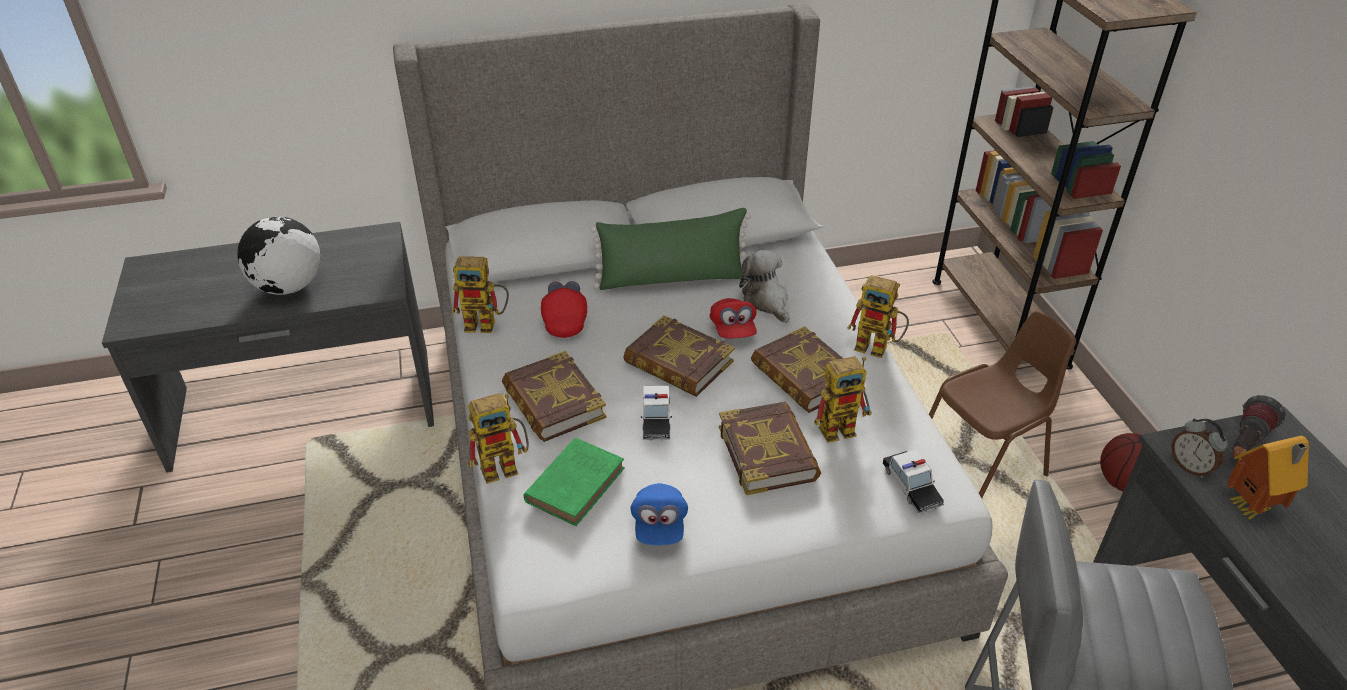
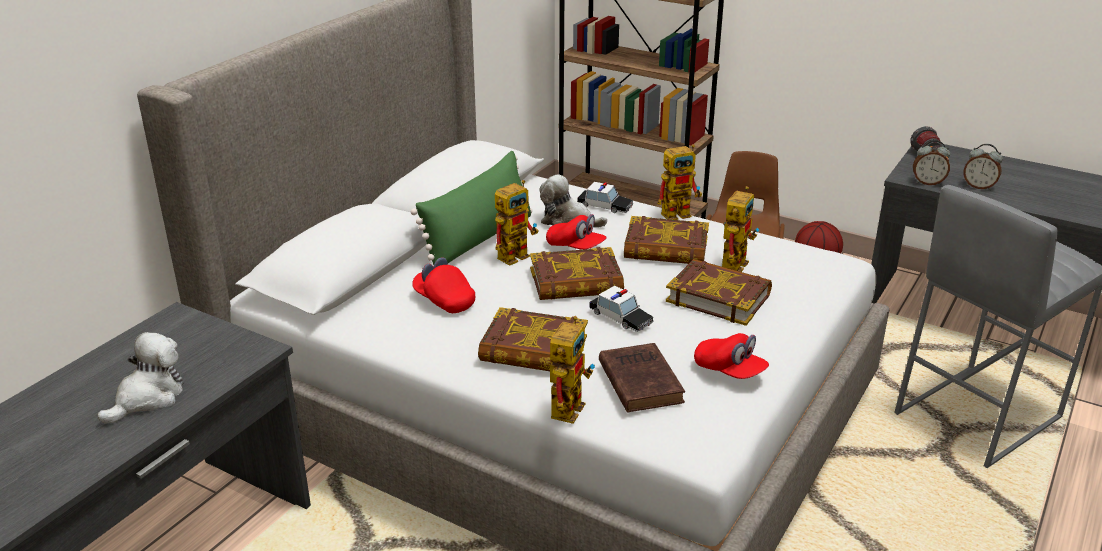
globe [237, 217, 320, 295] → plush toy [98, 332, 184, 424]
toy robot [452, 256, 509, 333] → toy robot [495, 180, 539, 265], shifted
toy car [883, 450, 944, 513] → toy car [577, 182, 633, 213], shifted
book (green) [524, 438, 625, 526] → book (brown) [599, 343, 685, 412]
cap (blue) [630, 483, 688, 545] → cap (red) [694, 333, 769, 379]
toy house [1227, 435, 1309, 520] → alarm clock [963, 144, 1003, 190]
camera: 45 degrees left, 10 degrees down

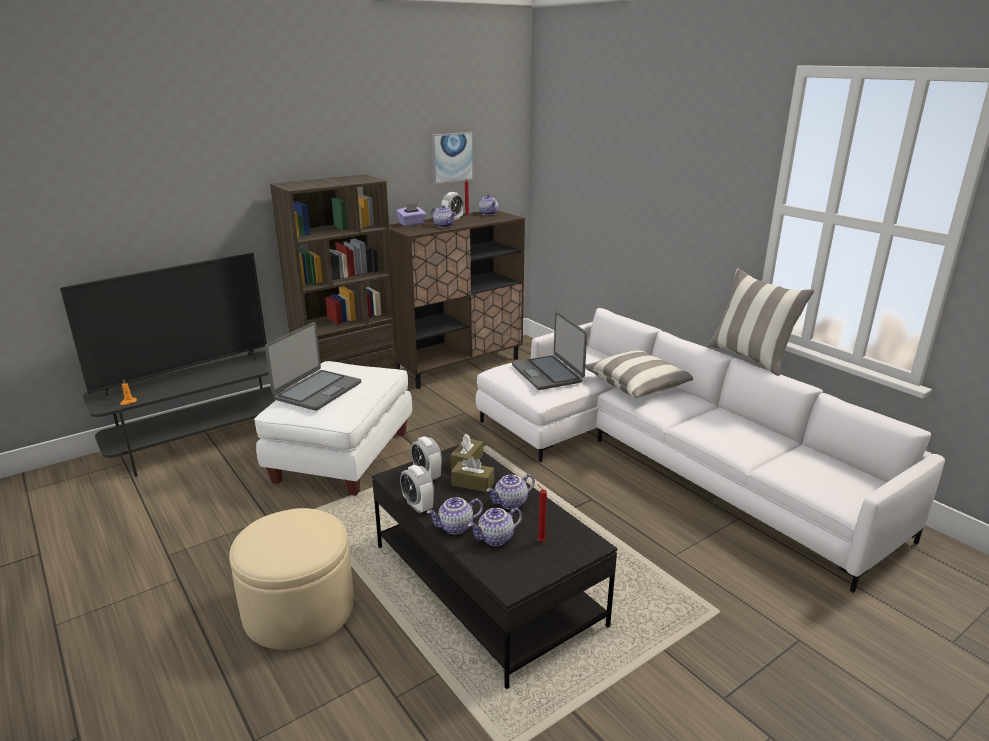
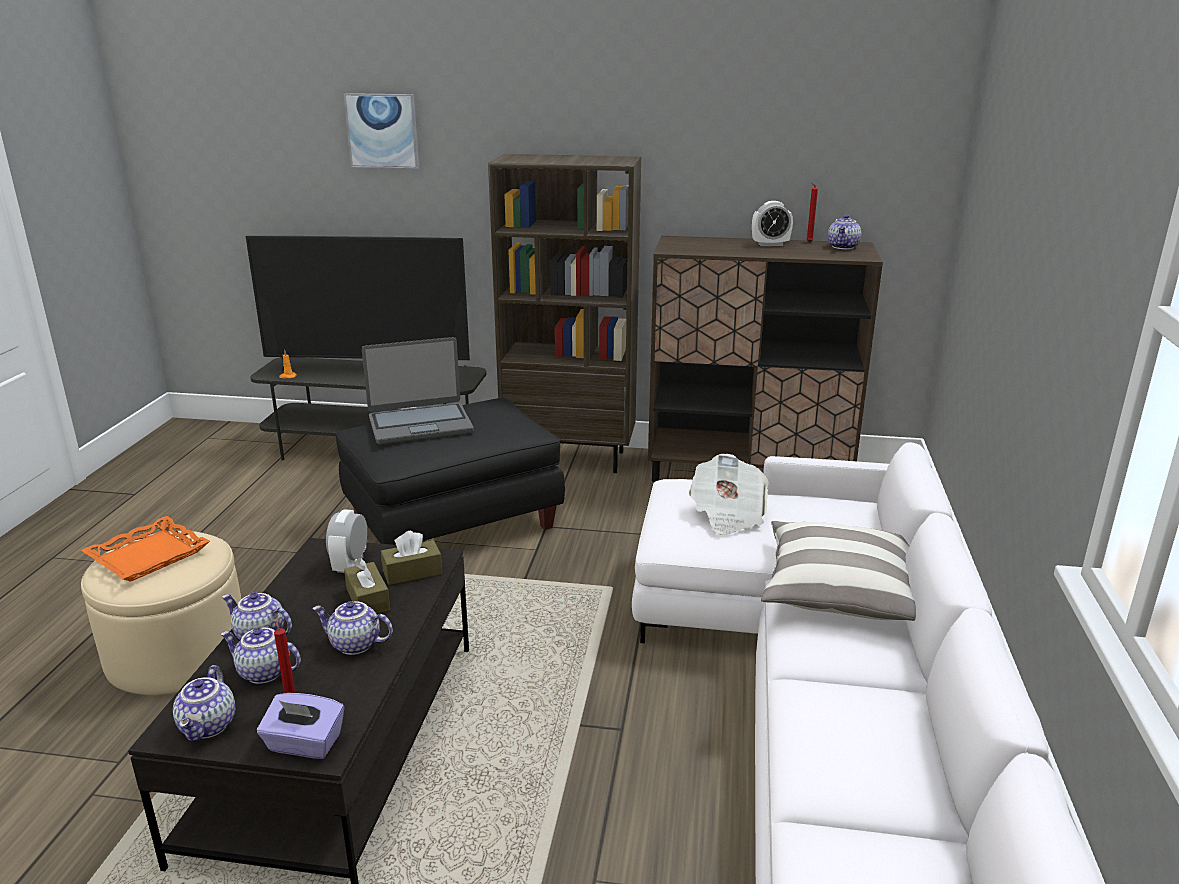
- → tray (orange) [81, 516, 210, 582]
teapot [432, 205, 456, 228] → teapot [173, 665, 235, 741], shifted
tissue box (purple) [396, 204, 426, 226] → tissue box (purple) [257, 693, 344, 759], shifted
ottoman (white) [254, 361, 412, 496] → ottoman (black) [336, 398, 565, 545]
picture [431, 132, 474, 184] → picture [344, 93, 419, 169], shifted
laptop [512, 311, 587, 390] → newspaper [689, 454, 769, 535]
alarm clock [400, 465, 434, 514] → -
pillow [707, 268, 814, 376] → -
camera: 45 degrees right, 0 degrees up

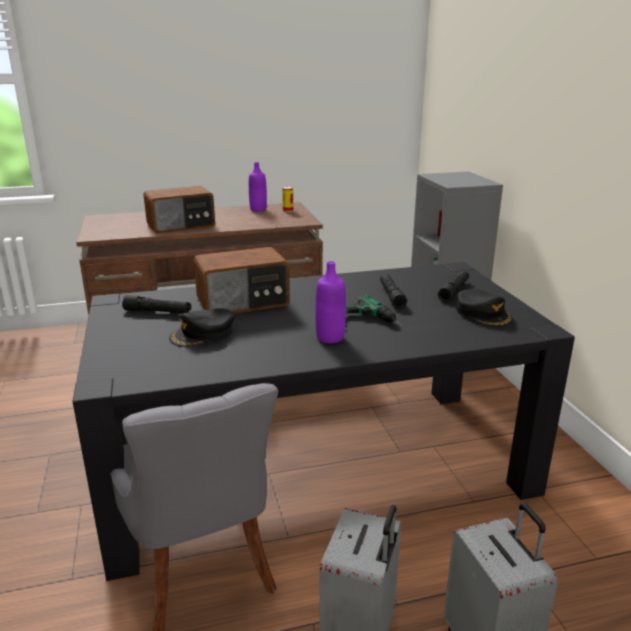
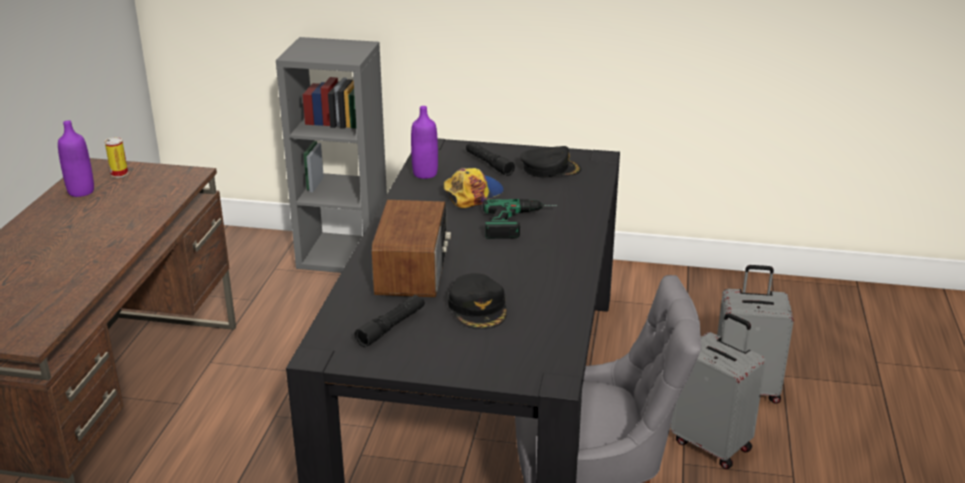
bottle (purple) [315, 261, 346, 343] → bottle (purple) [411, 106, 438, 179], shifted
flashlight (black) [380, 274, 407, 309] → cap [444, 168, 504, 208]
radio [143, 186, 215, 233] → -
camera: 65 degrees left, 5 degrees up

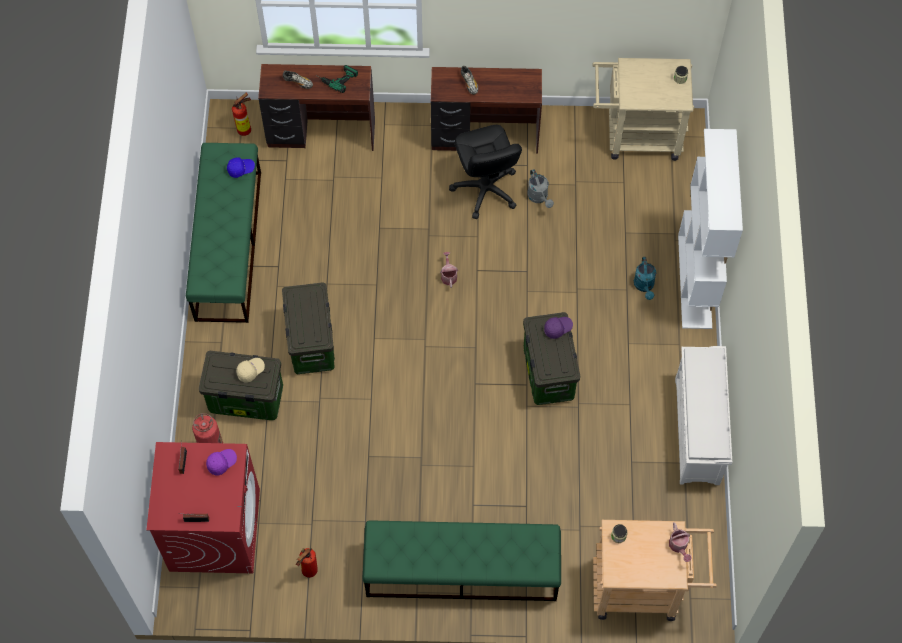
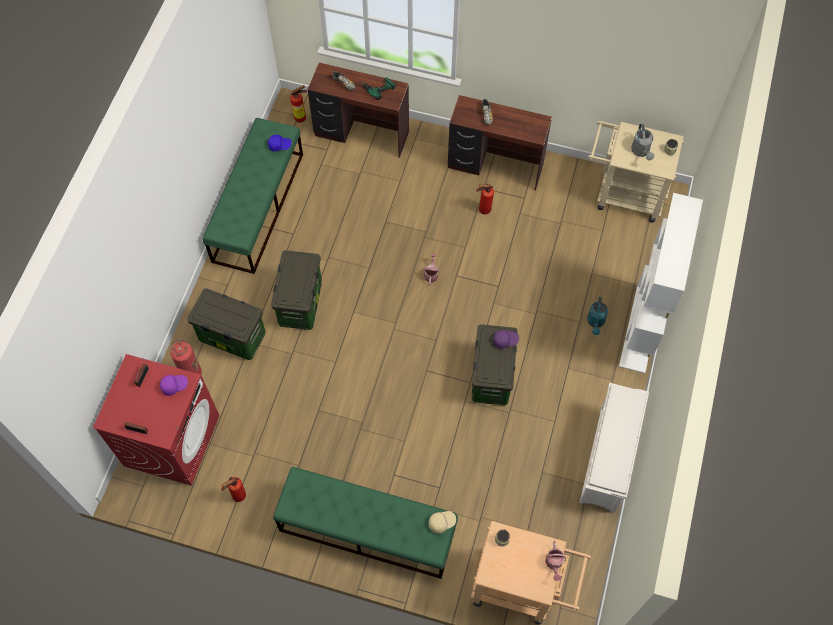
cap (beige) [236, 358, 265, 383] → cap (beige) [429, 511, 456, 534], shifted
office chair (black) [449, 125, 522, 219] → fire extinguisher [476, 183, 494, 214]
watering can (grey) [528, 169, 554, 208] → watering can (grey) [631, 124, 654, 160], shifted
camera: 15 degrees right, 0 degrees up

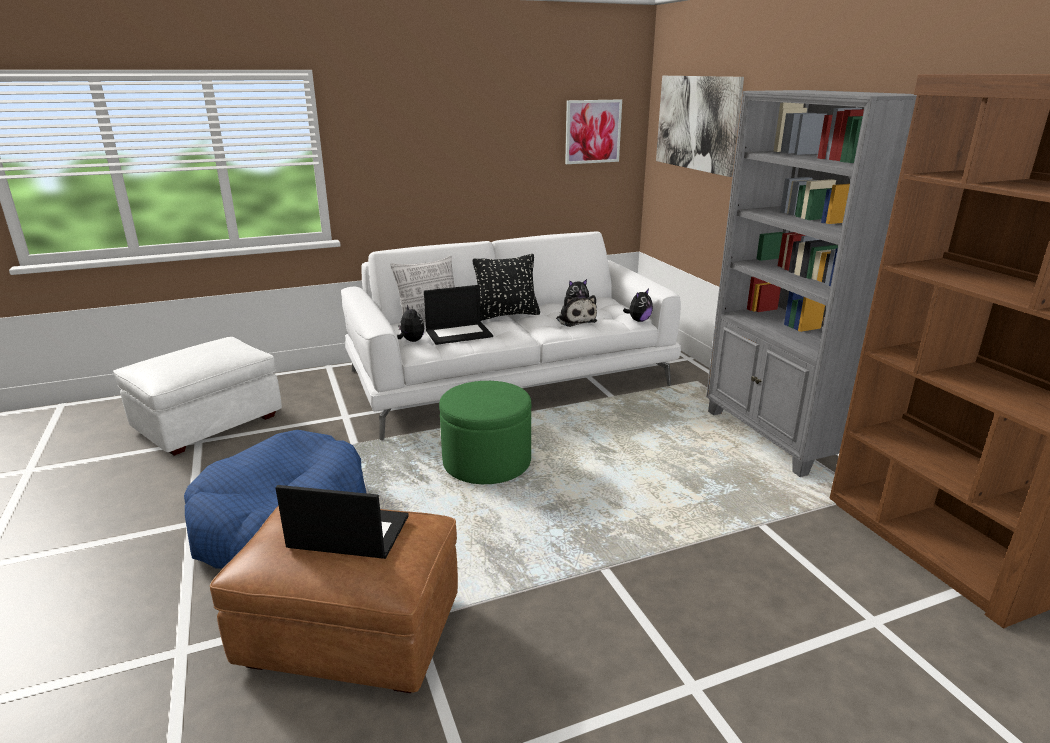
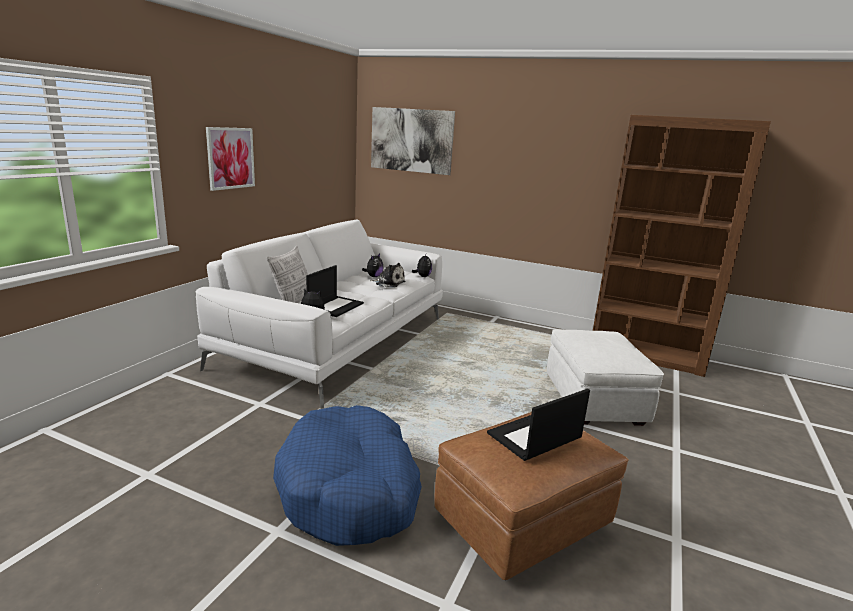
picture [565, 99, 622, 164] → picture [206, 127, 255, 191], shifted
ottoman (white) [113, 337, 282, 456] → ottoman (white) [547, 329, 664, 426], shifted
ottoman (green) [439, 381, 531, 484] → -
pillow (black) [473, 254, 540, 321] → -
bookcase (grey) [706, 90, 917, 477] → -
camera: 45 degrees left, 5 degrees down

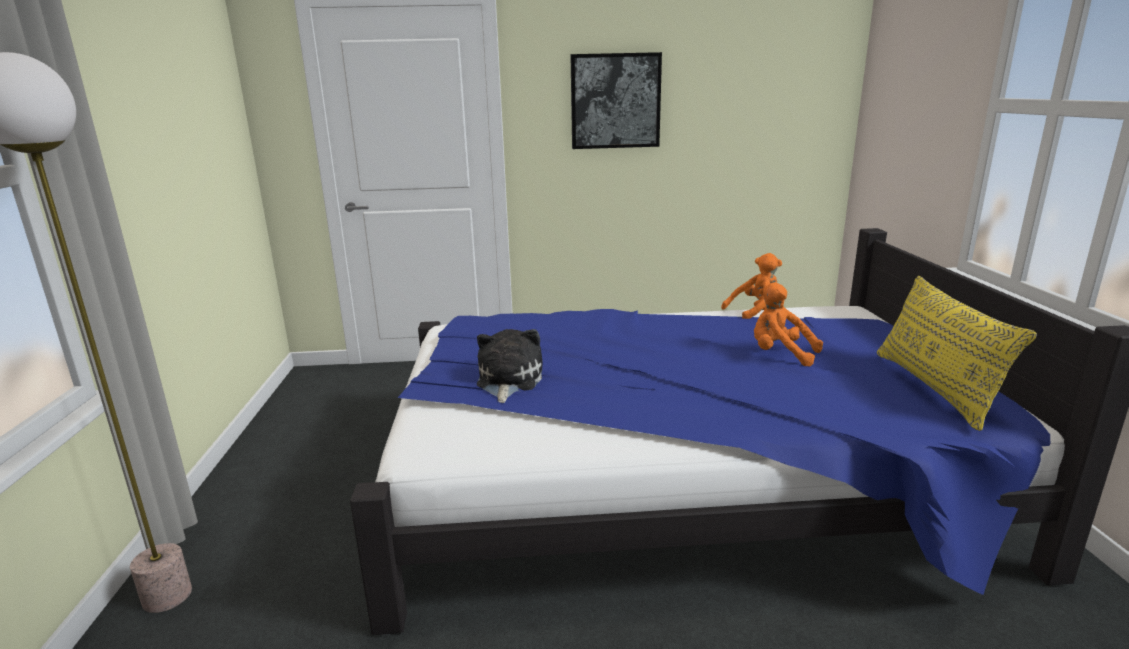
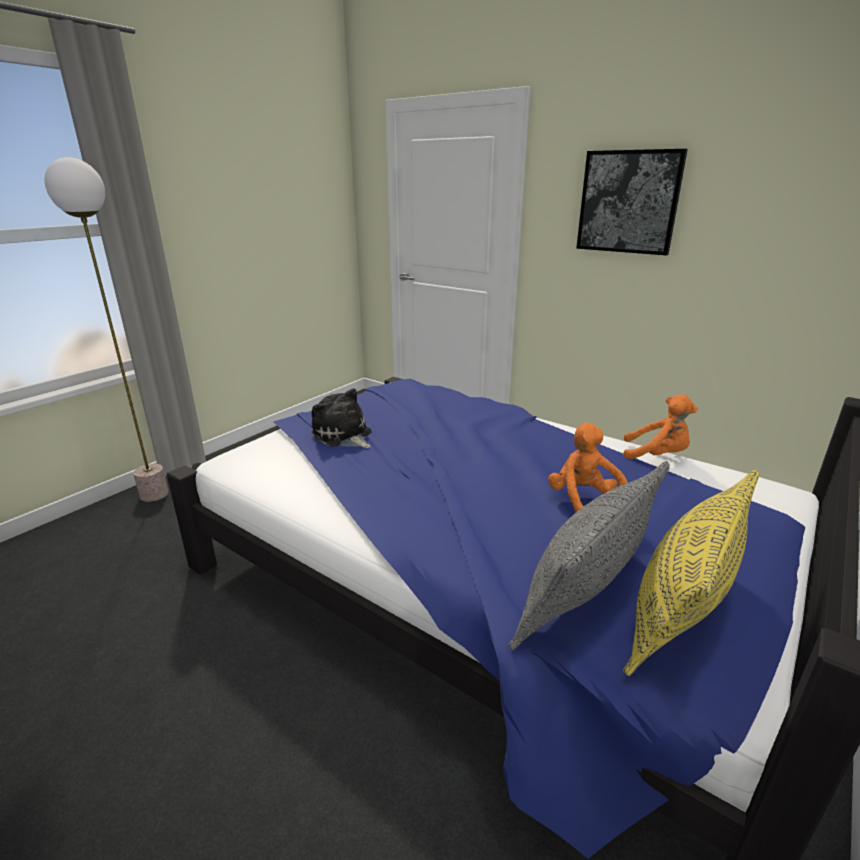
plush toy [477, 329, 543, 403] → plush toy [312, 388, 372, 448], 90 degrees counterclockwise
- → pillow (grey) [508, 461, 670, 650]
camera: 40 degrees right, 5 degrees up

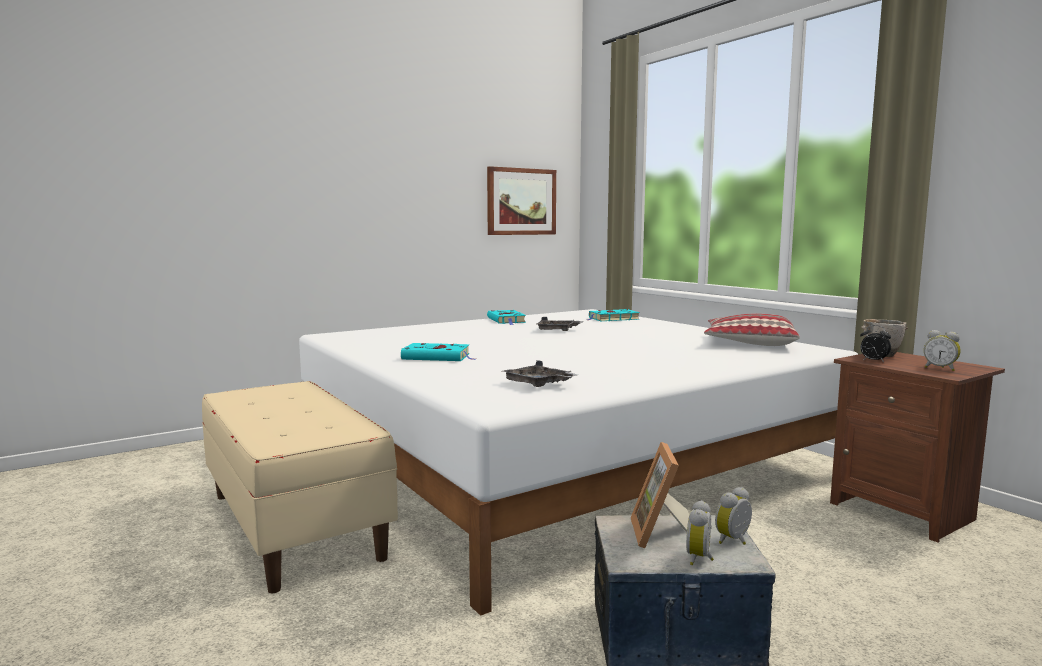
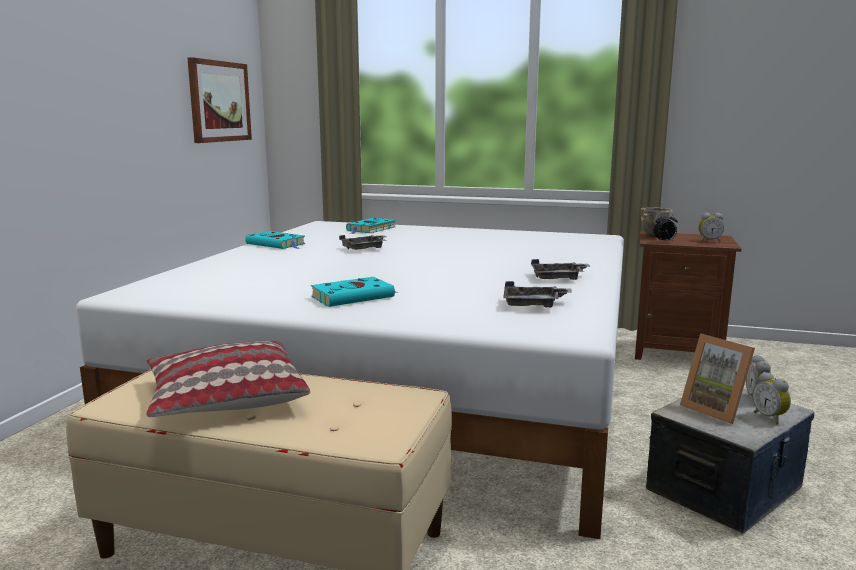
pillow [704, 313, 800, 346] → pillow [147, 341, 311, 417], shifted
- → tray (grey) [531, 259, 591, 280]
camera: 40 degrees left, 5 degrees up

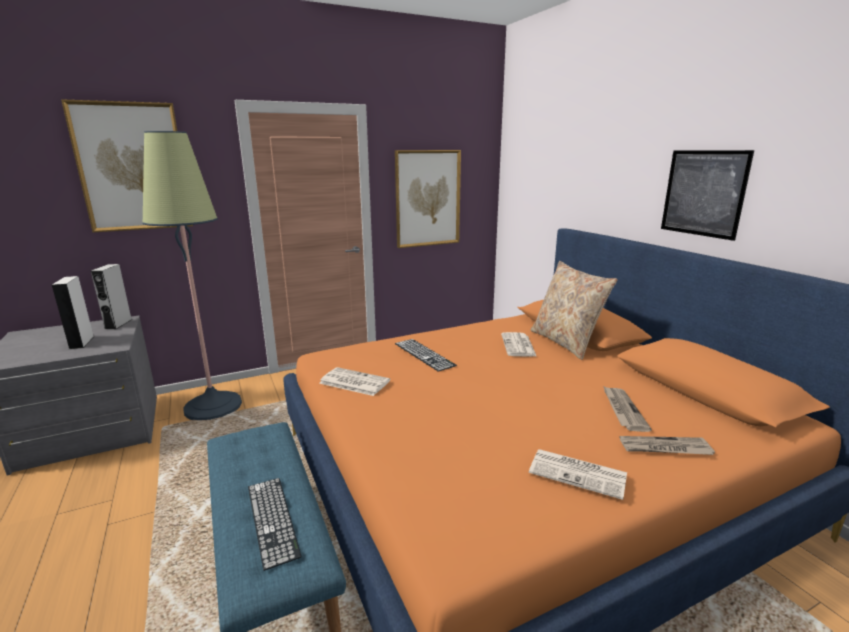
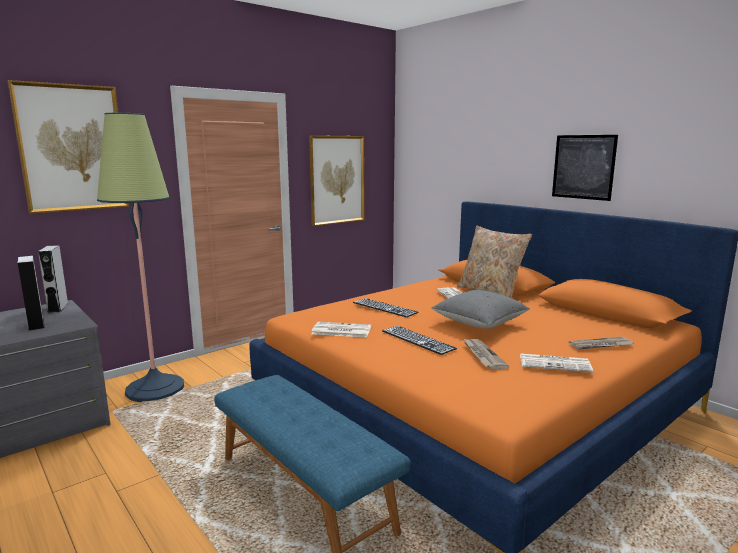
keyboard [248, 478, 301, 571] → keyboard [382, 326, 457, 355], shifted
- → pillow (grey) [432, 290, 530, 328]
newspaper [603, 386, 652, 432] → newspaper [464, 339, 509, 369], shifted
camera: 15 degrees left, 5 degrees down

